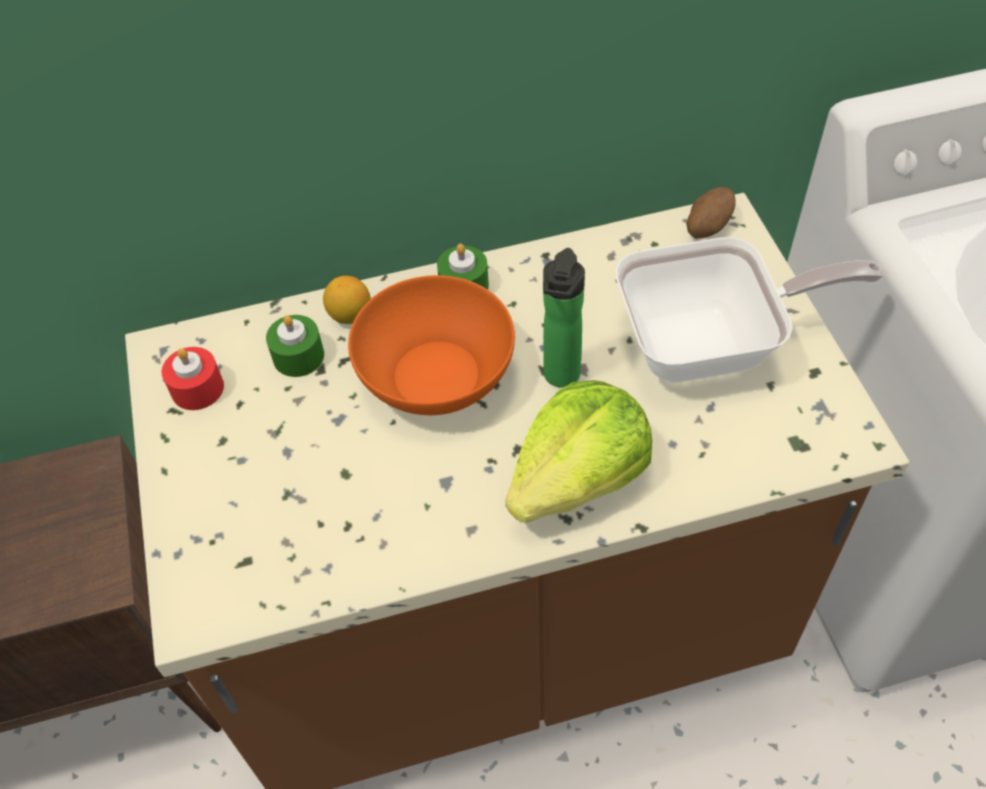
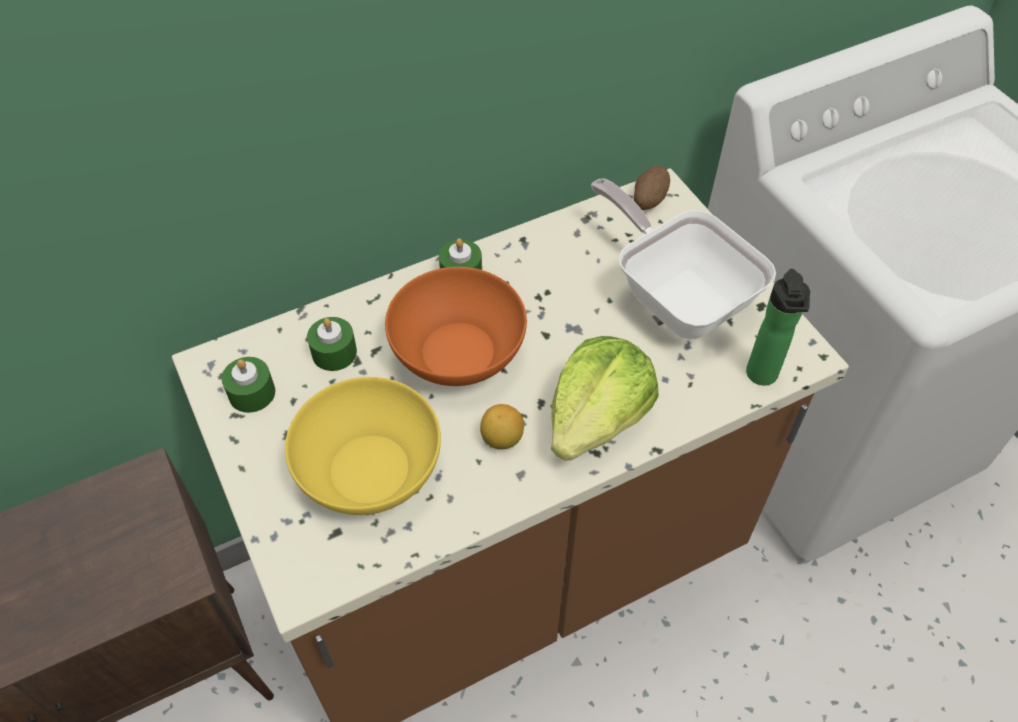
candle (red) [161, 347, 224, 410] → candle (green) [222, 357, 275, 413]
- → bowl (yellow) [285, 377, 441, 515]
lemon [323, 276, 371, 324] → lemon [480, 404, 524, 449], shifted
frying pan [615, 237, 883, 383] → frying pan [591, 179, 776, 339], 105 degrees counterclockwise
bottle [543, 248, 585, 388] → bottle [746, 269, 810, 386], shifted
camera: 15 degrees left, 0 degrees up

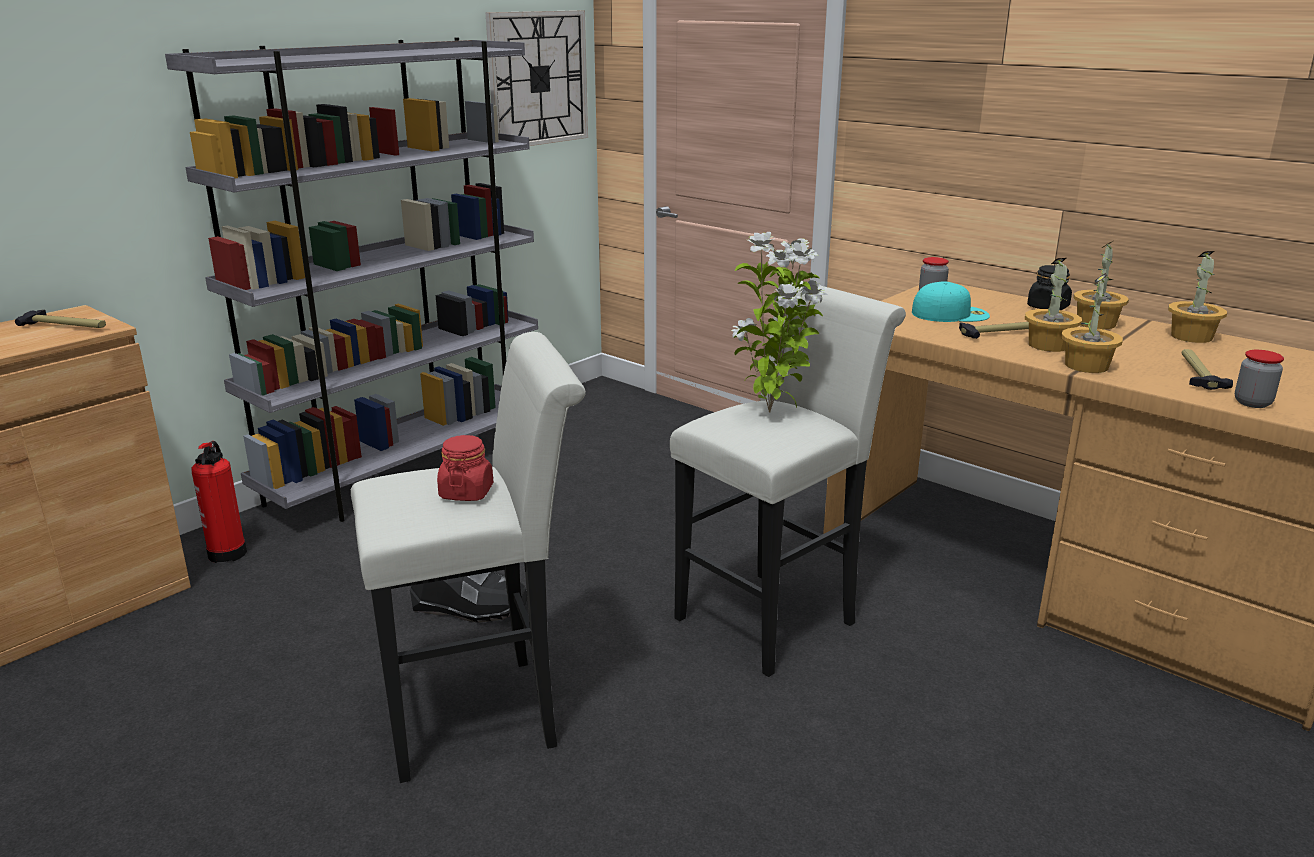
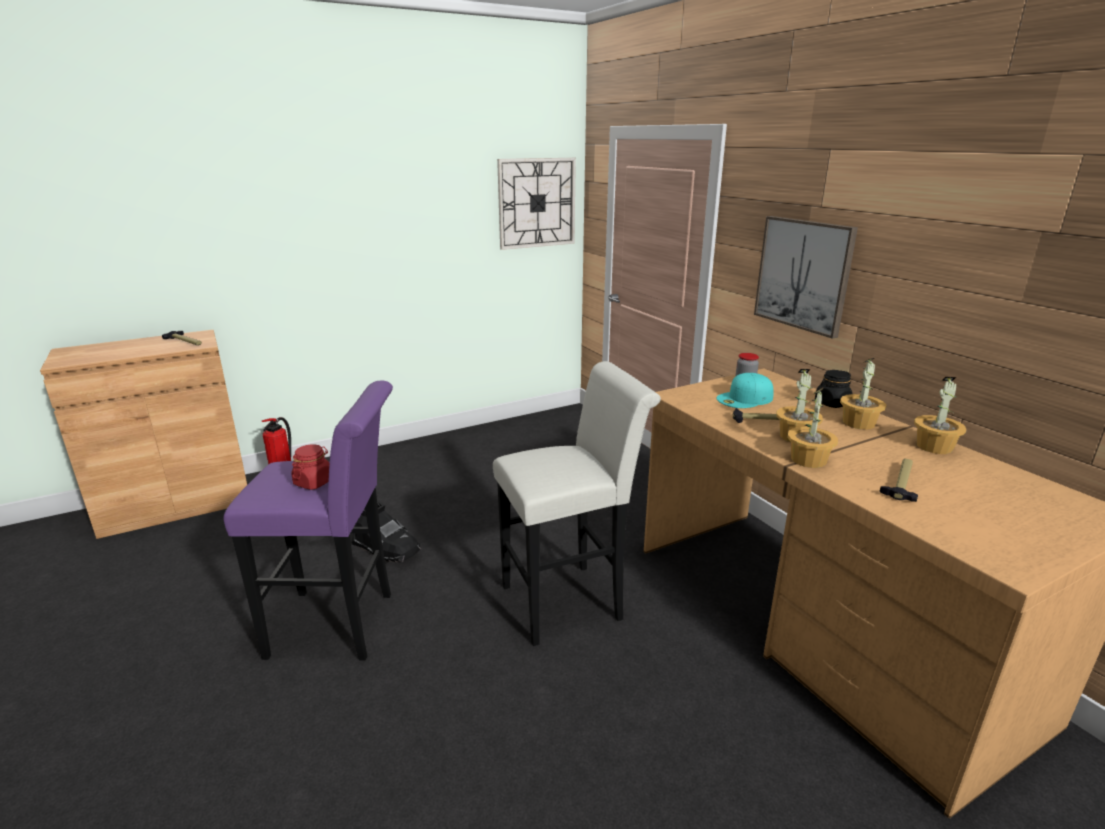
stool (white) [351, 332, 586, 783] → stool (purple) [223, 381, 393, 661]
cap (turquoise) [912, 282, 990, 322] → cap (turquoise) [716, 373, 774, 408], 135 degrees clockwise
- → picture [754, 216, 858, 339]
bookcase (grey) [165, 38, 538, 522] → -
potted plant [731, 232, 828, 413] → -
jar [1235, 350, 1284, 408] → -
camera: 20 degrees right, 0 degrees up

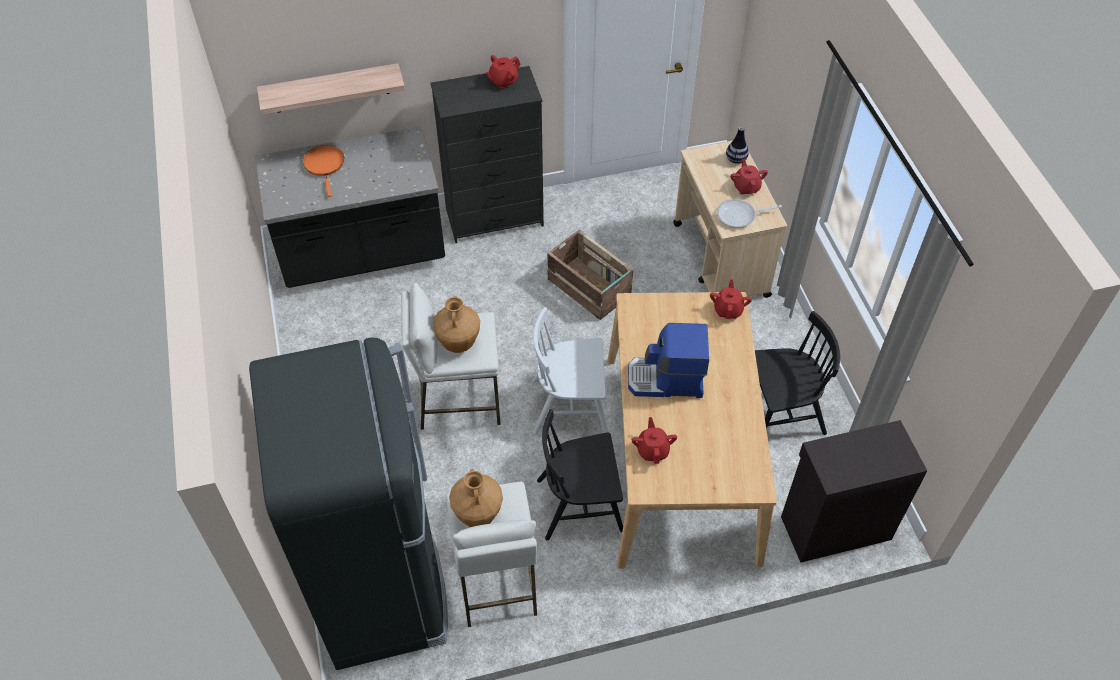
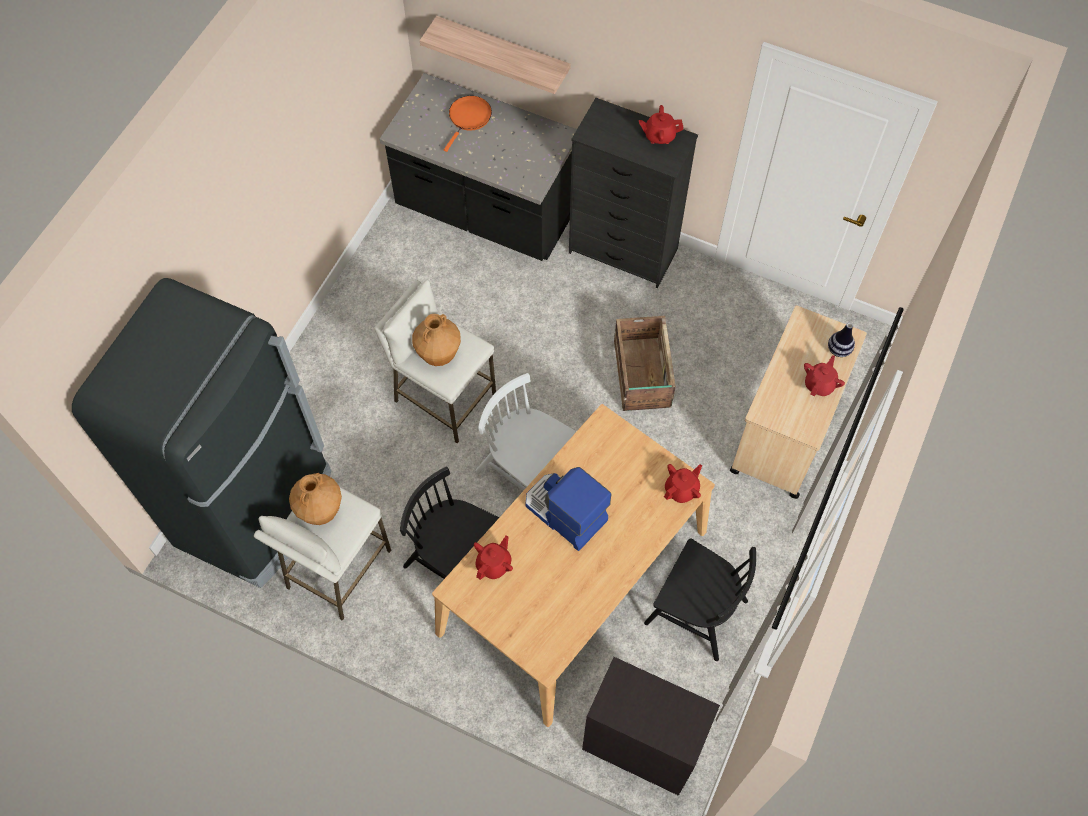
frying pan [717, 199, 782, 228] → -
camera: 40 degrees right, 10 degrees up

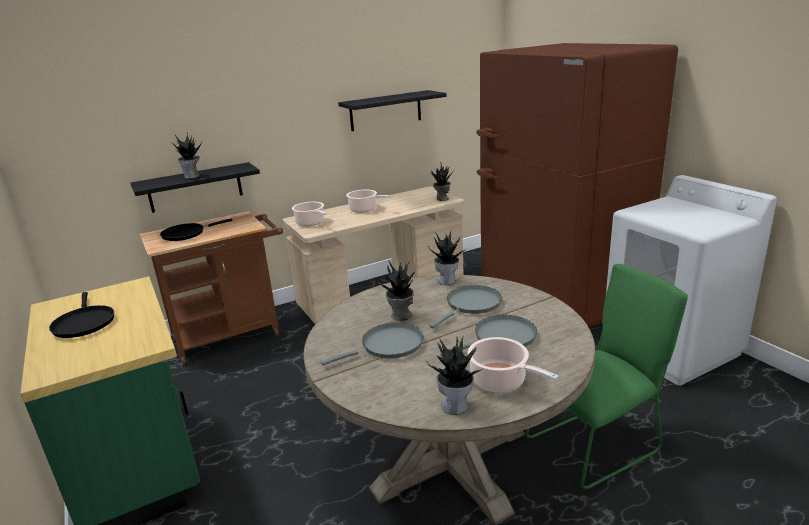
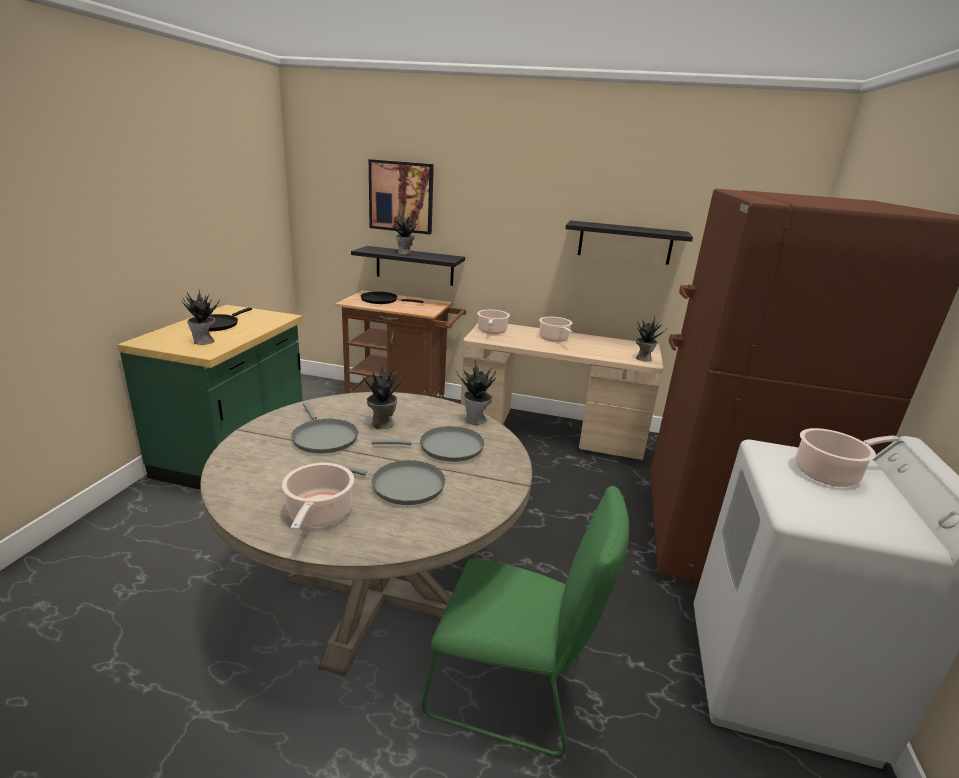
potted plant [427, 337, 483, 415] → potted plant [181, 290, 220, 345], shifted
frying pan (grey) [321, 323, 423, 365] → frying pan (grey) [291, 402, 358, 454], 45 degrees clockwise
- → picture [369, 159, 434, 234]
- → cooking pot [795, 428, 900, 487]
camera: 40 degrees right, 0 degrees up

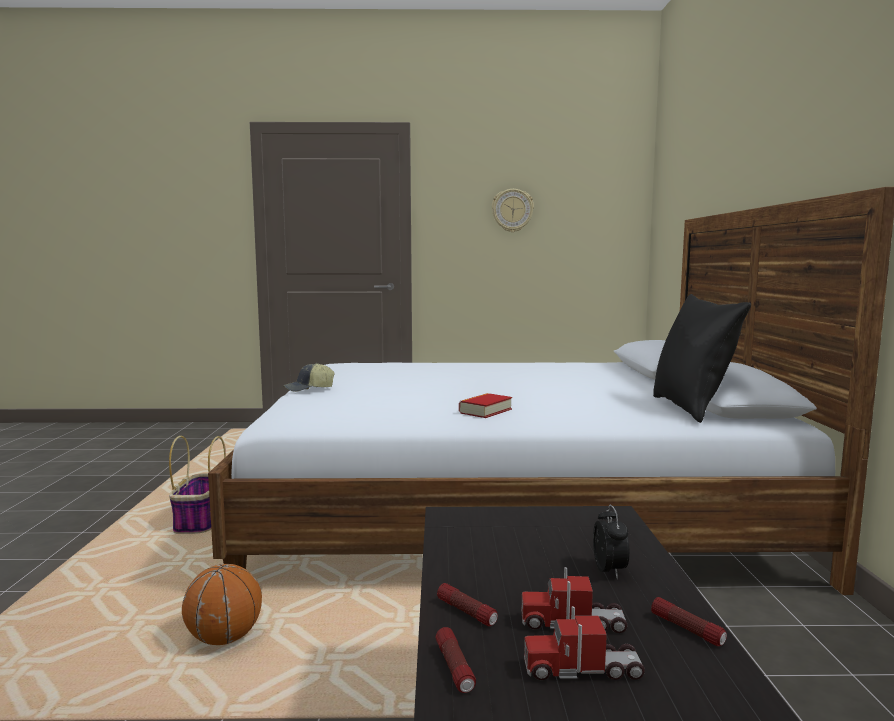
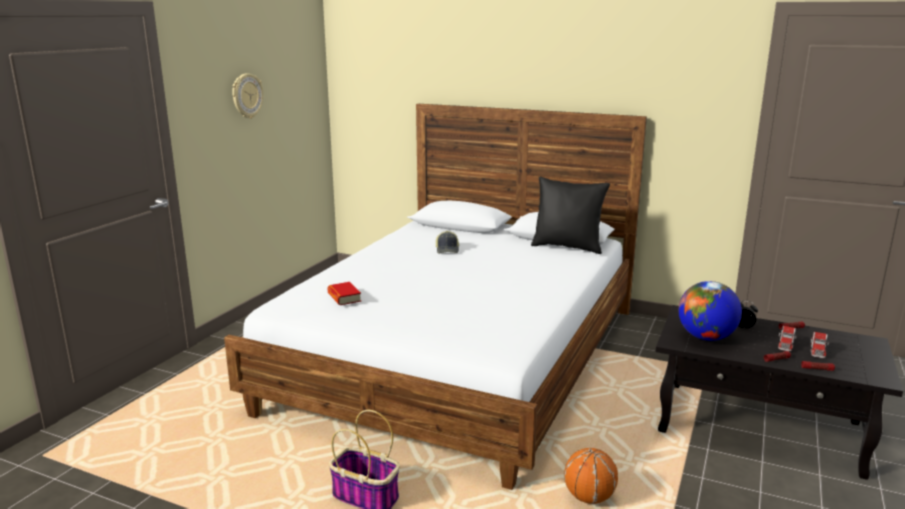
book [459, 393, 512, 418] → book [327, 282, 361, 305], shifted
cap [283, 363, 335, 392] → cap [436, 231, 459, 254], shifted
- → globe [679, 281, 742, 341]
camera: 65 degrees left, 10 degrees up

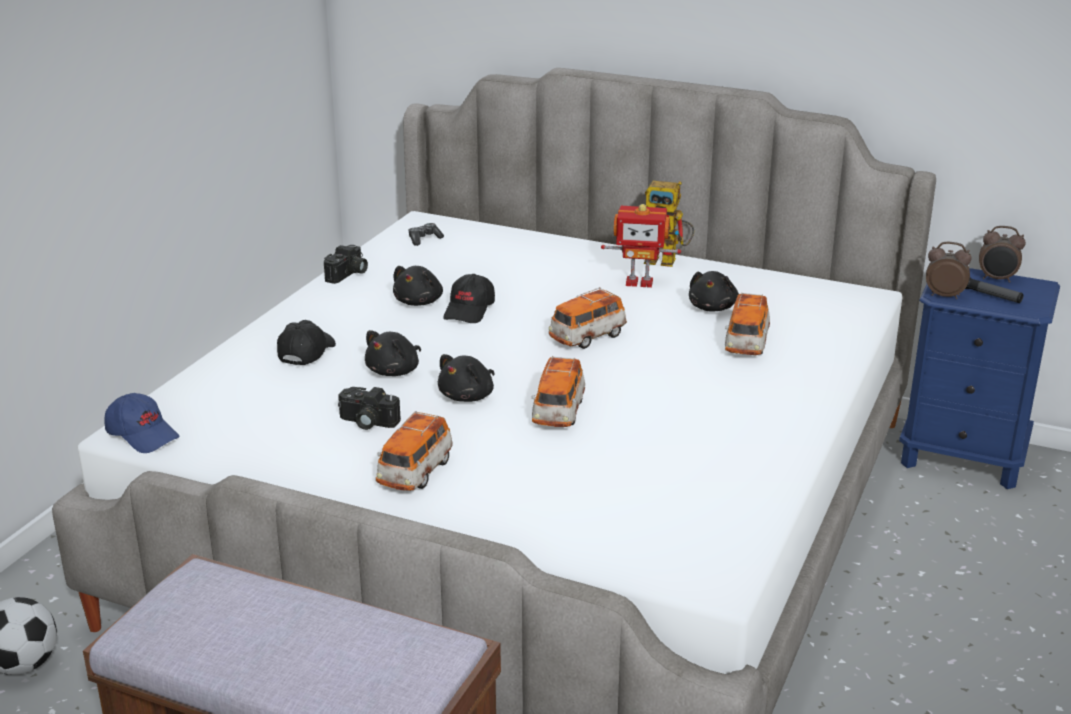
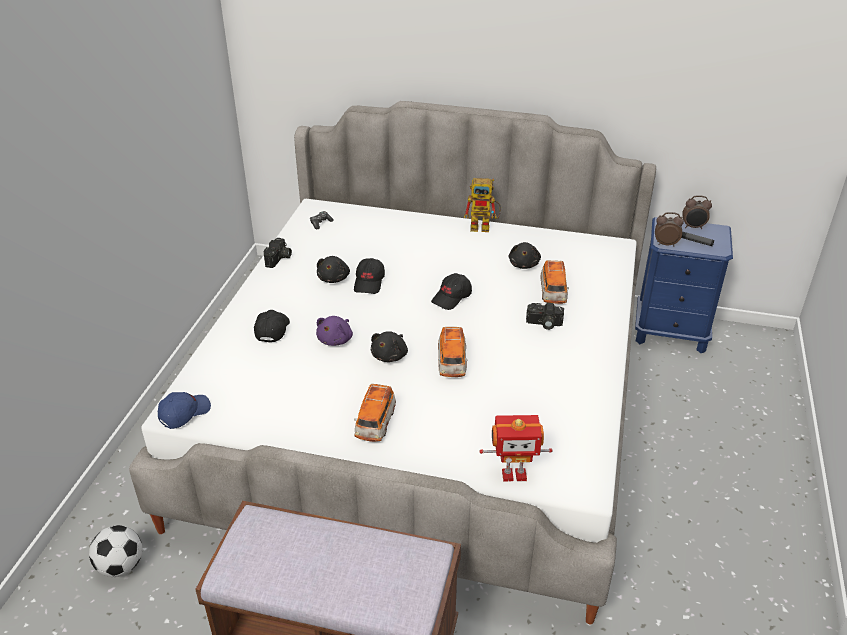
cap (blue) [104, 393, 179, 453] → cap (blue) [158, 392, 211, 429], 75 degrees counterclockwise
plush toy (black) [365, 330, 421, 376] → plush toy (purple) [316, 316, 353, 346]
toy car [549, 287, 627, 349] → cap (black) [431, 273, 472, 310]
toy robot [601, 204, 681, 288] → toy robot [479, 415, 553, 482], shifted
photo camera [338, 387, 401, 430] → photo camera [526, 303, 564, 330], shifted
camera: 10 degrees left, 10 degrees up

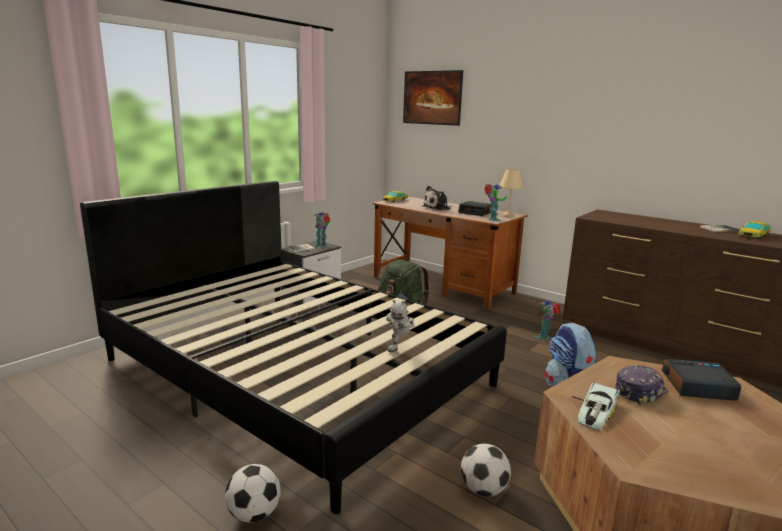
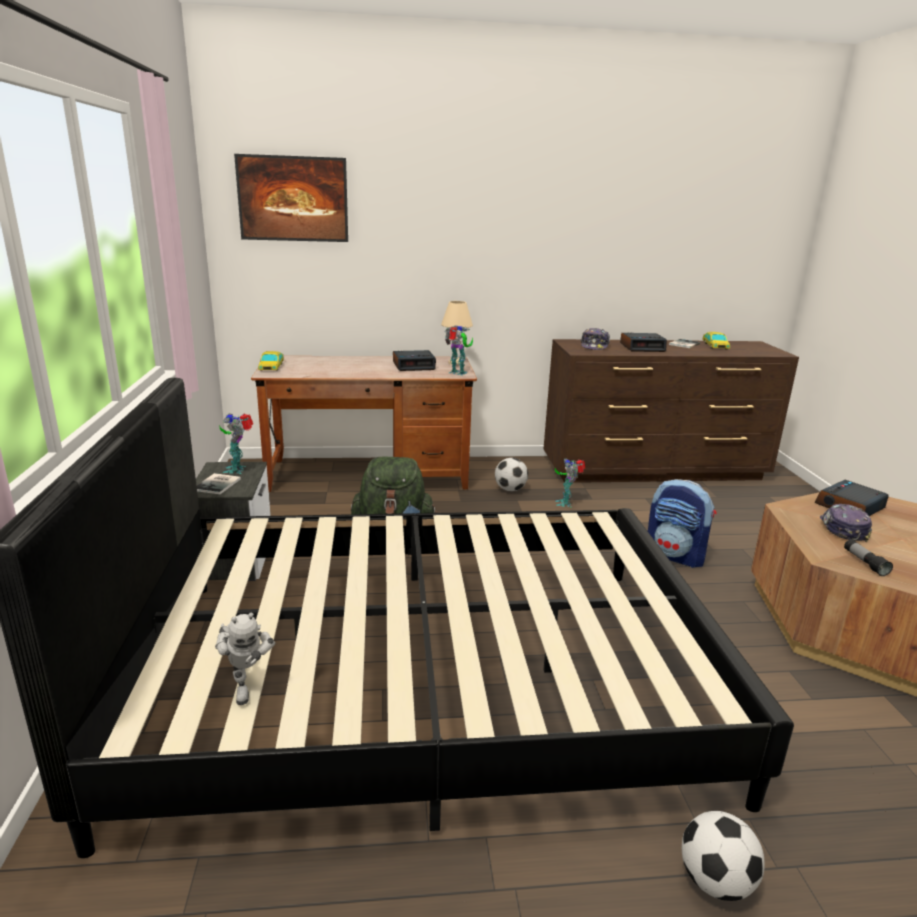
toy robot [386, 299, 415, 352] → toy robot [215, 613, 276, 705], shifted
football [461, 443, 511, 497] → football [495, 458, 528, 491], shifted
- → cap [581, 328, 610, 350]
- → alarm clock [620, 332, 667, 352]
toy car [572, 382, 620, 430] → flashlight [844, 539, 893, 576]
plush toy [422, 186, 453, 210] → -
camera: 45 degrees left, 5 degrees up

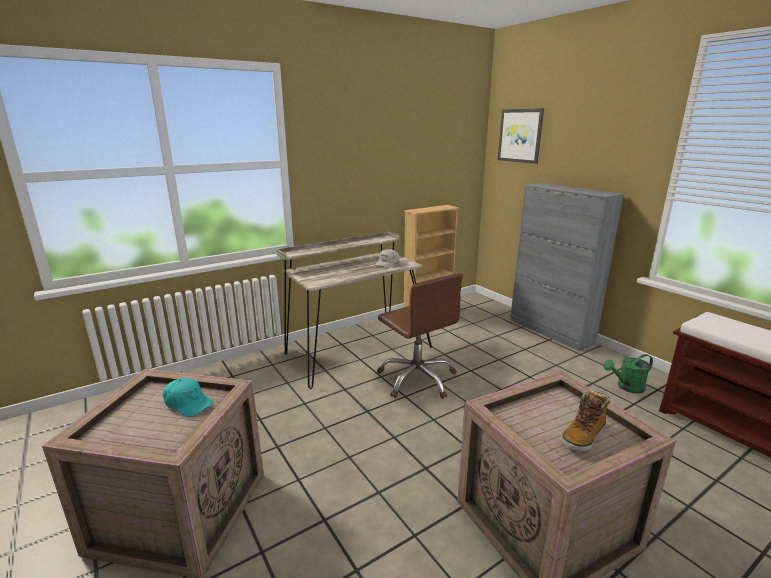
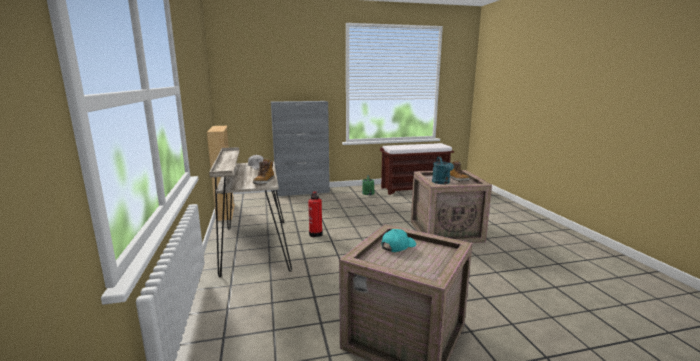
- → boot [253, 158, 274, 185]
office chair (brown) [377, 273, 463, 399] → fire extinguisher [308, 191, 323, 237]
- → watering can (turquoise) [432, 157, 454, 184]
picture [498, 108, 544, 164] → -
camera: 70 degrees left, 5 degrees down

